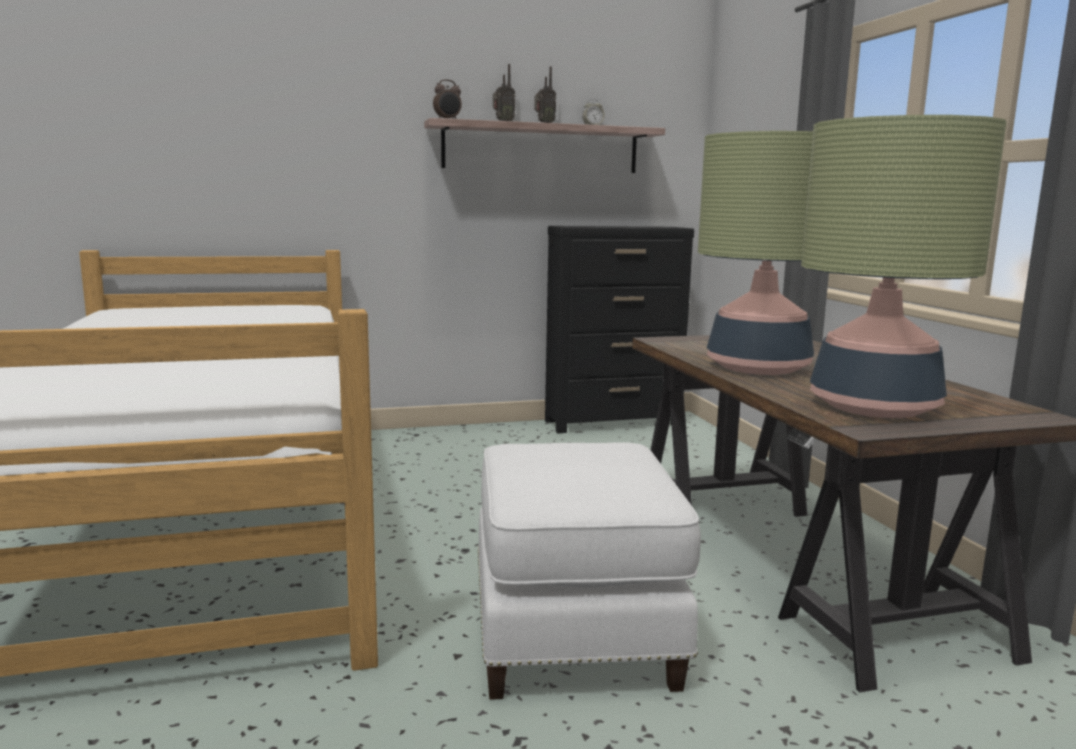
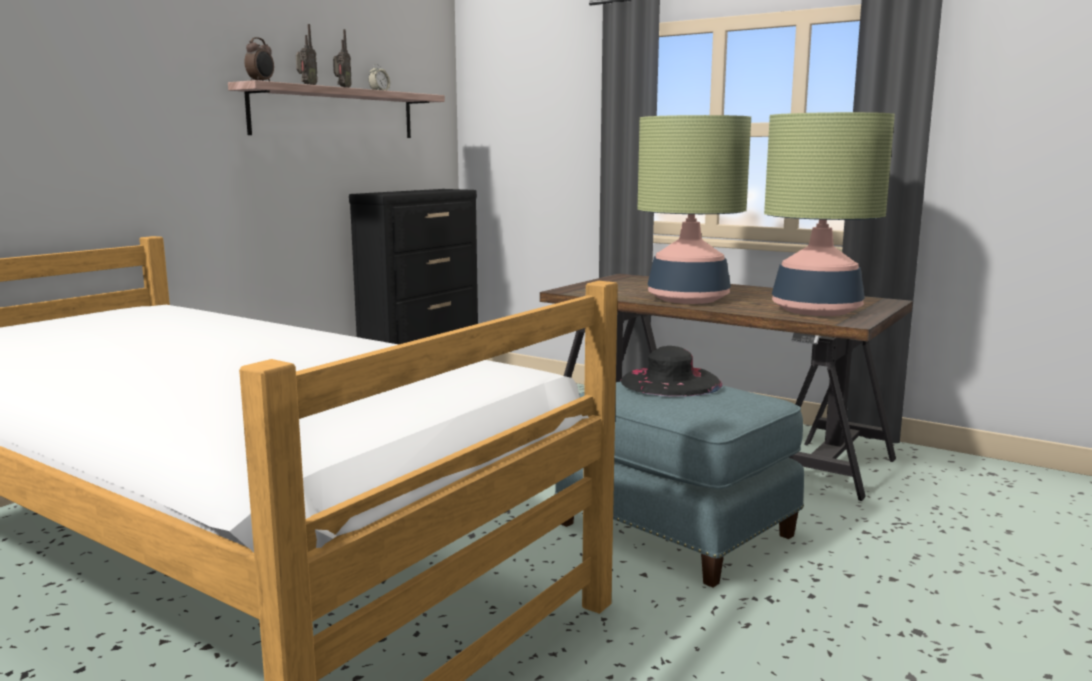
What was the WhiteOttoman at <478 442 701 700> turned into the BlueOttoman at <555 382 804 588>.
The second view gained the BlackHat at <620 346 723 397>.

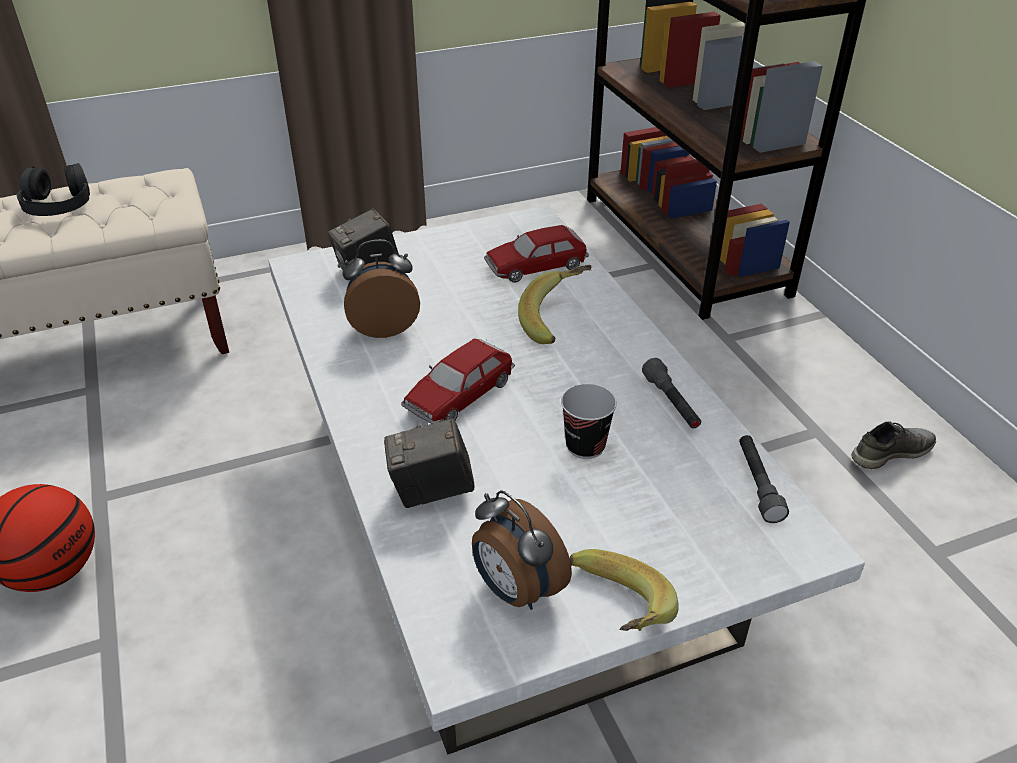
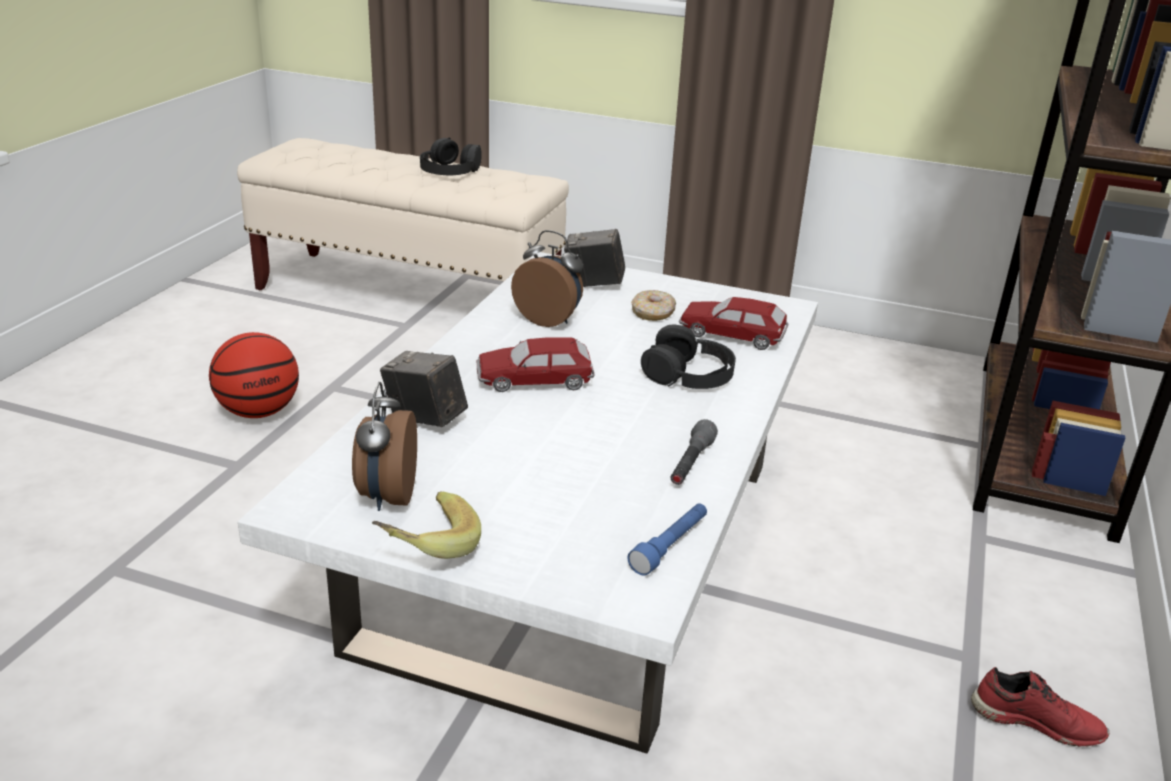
Where the Banana stood at <518 265 591 344>, the BlackHeadphones came to stand at <641 325 736 389>.
The second view lost the Cup at <561 384 617 459>.
What was the GreyFlashlight at <739 435 789 523> turned into the BlueFlashlight at <628 503 707 575>.
What was the GreyShoe at <851 421 936 469> turned into the RedShoe at <971 667 1109 747>.
The second view gained the Donut at <631 290 676 321>.

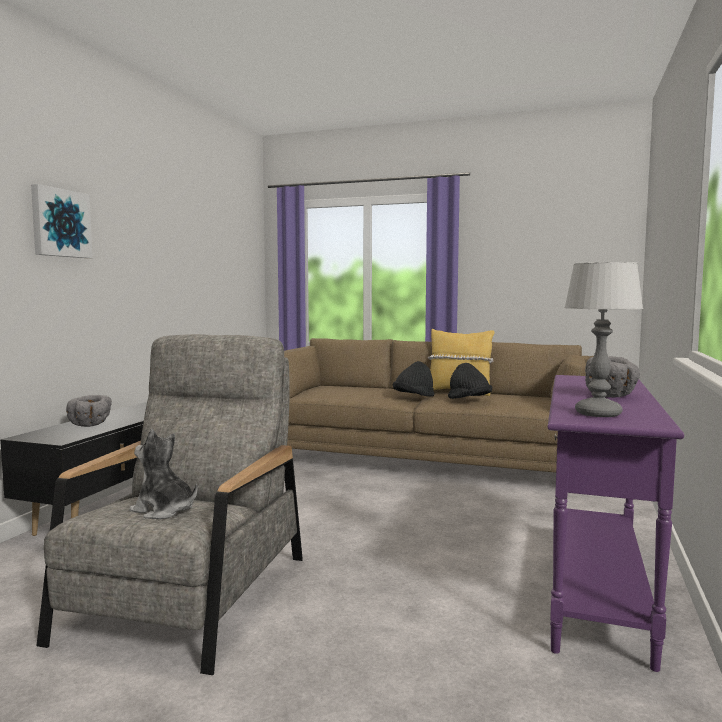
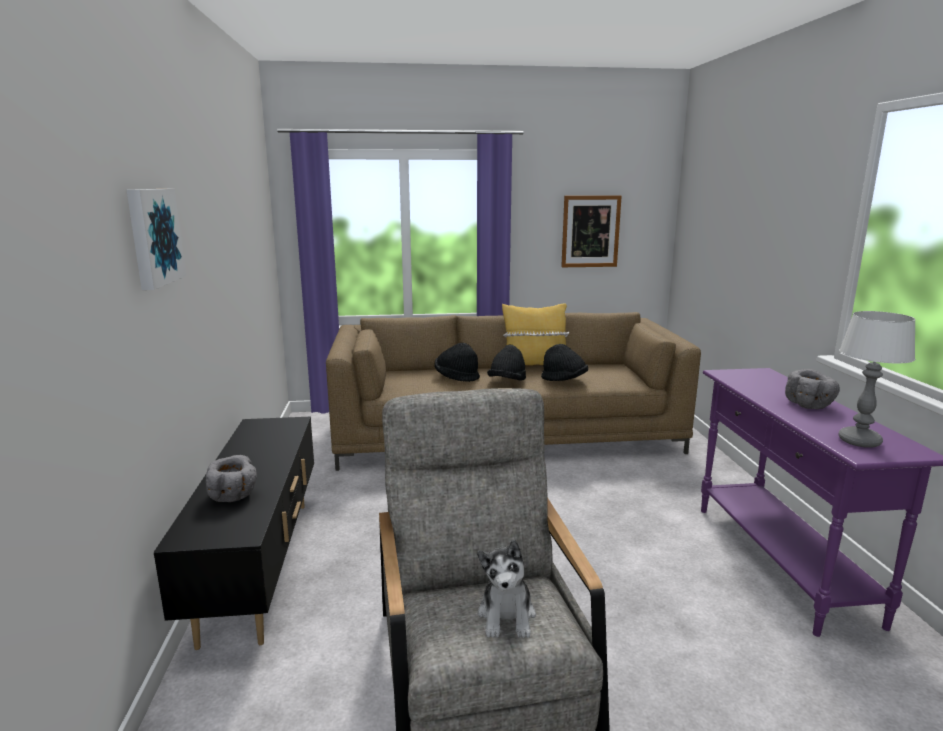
The PlushToy at <129 429 198 519> ended up facing another way, 90 degrees counterclockwise from before.
The second view gained the BlackHat at <434 343 480 382>.
The second view gained the Picture at <561 195 622 267>.

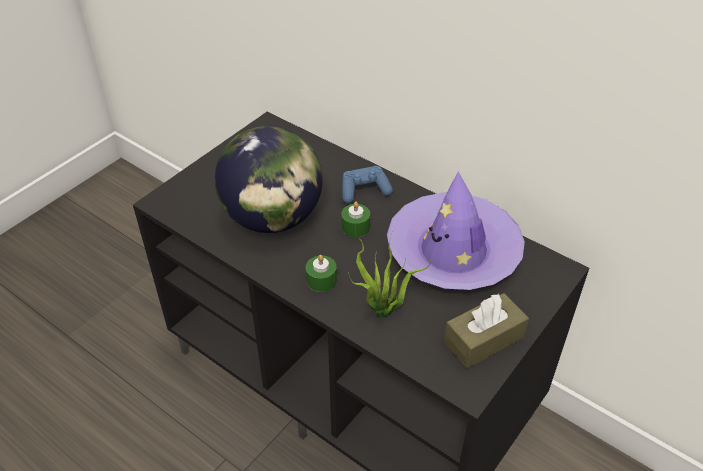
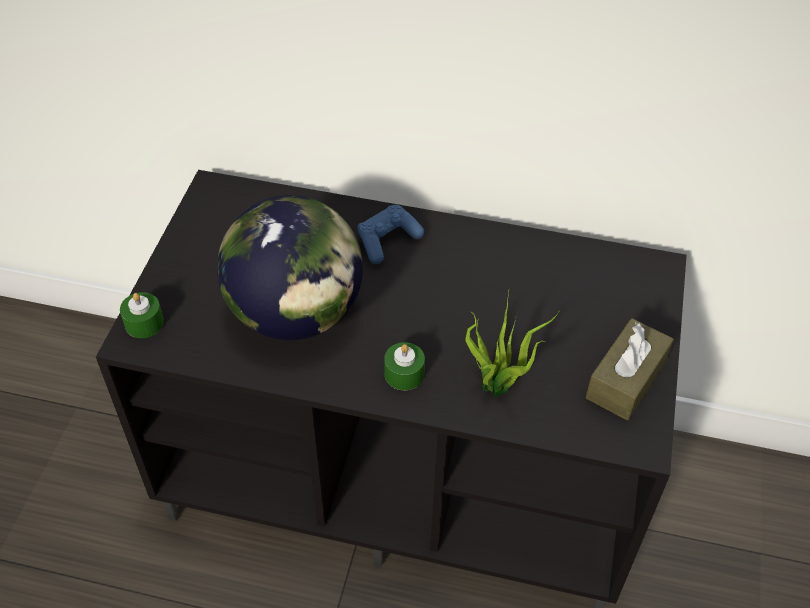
The GreenCandle ended up elsewhere, having gone from <341 202 370 237> to <120 292 164 338>.
The second view lost the PurpleHat at <387 172 525 290>.

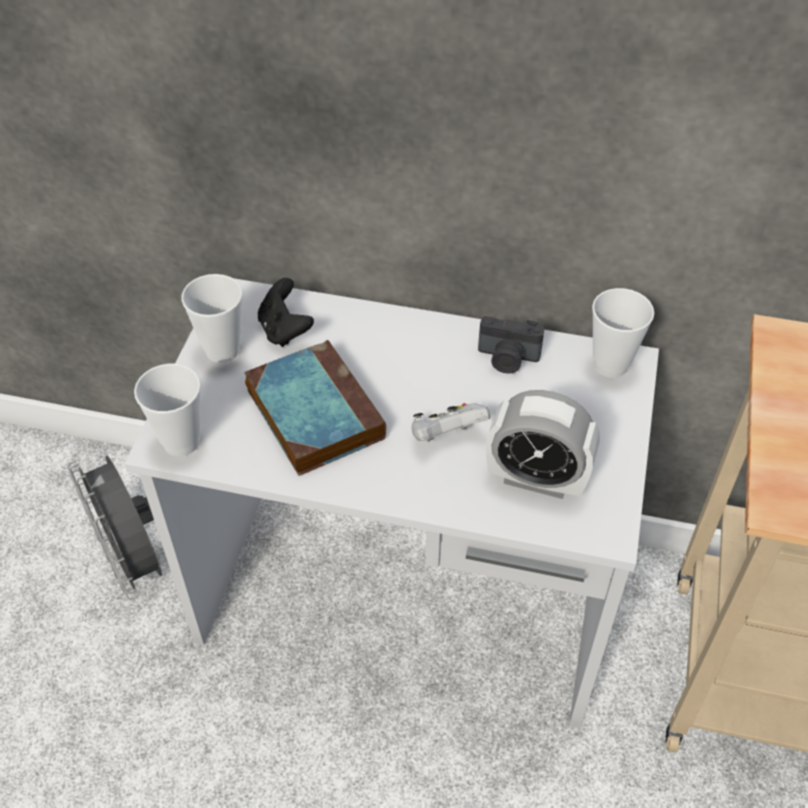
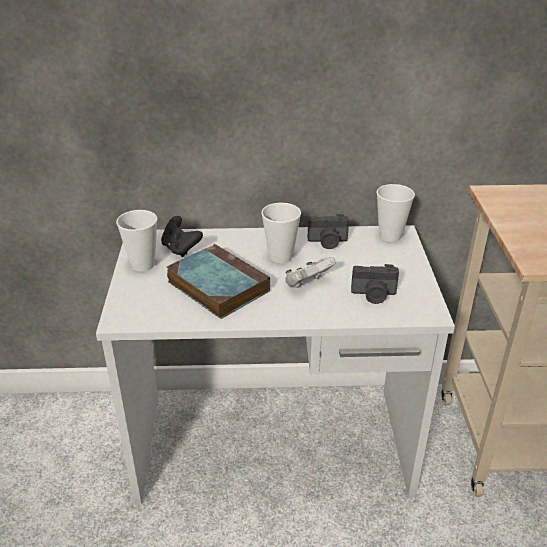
The second view lost the GreyFan at <67 455 162 600>.
The Cup ended up elsewhere, having gone from <134 364 201 456> to <261 203 301 263>.
Where the AlarmClock stood at <486 390 600 499>, the PhotoCamera came to stand at <351 264 399 304>.

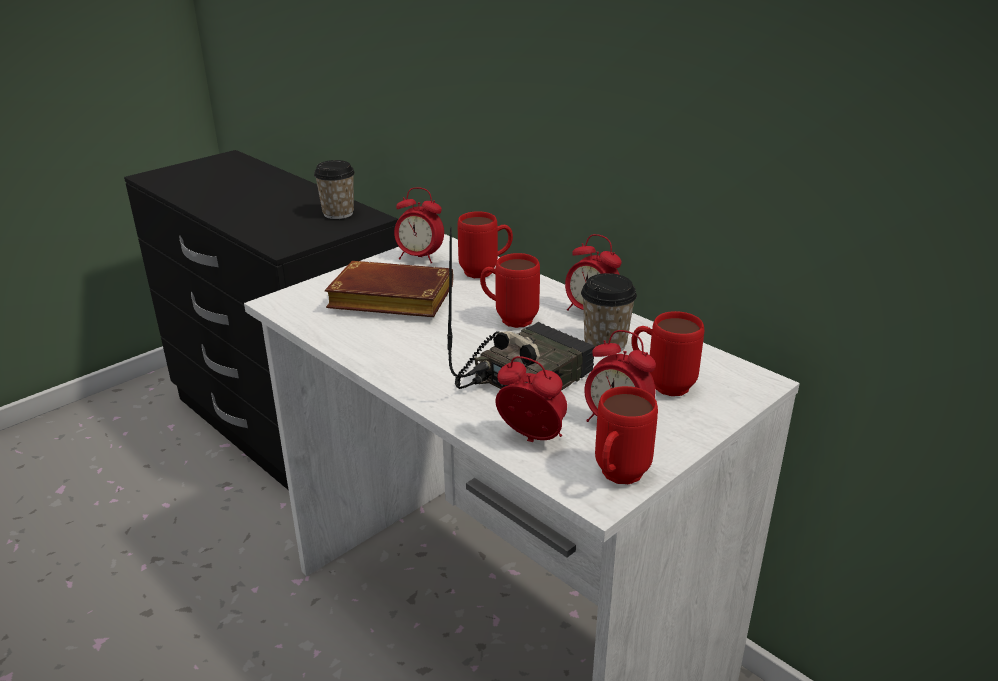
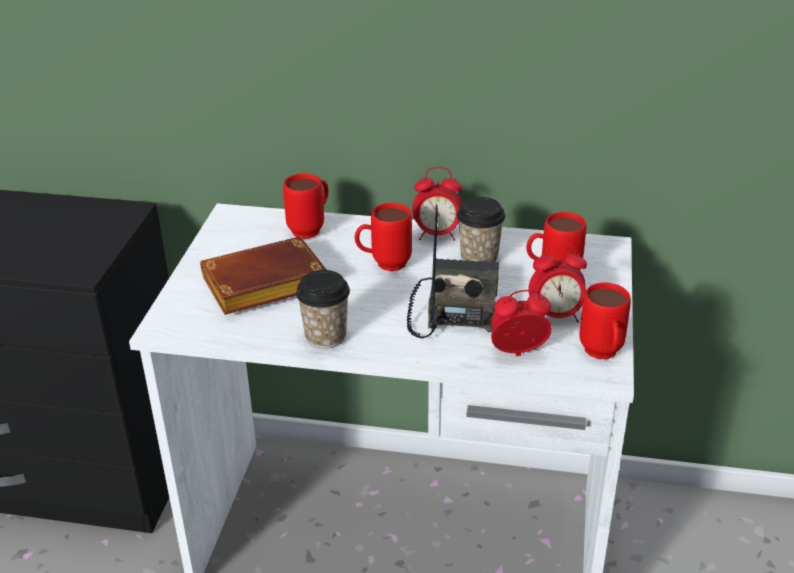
The Cup ended up elsewhere, having gone from <314 160 355 219> to <296 270 350 349>.
The second view lost the AlarmClock at <394 187 444 263>.

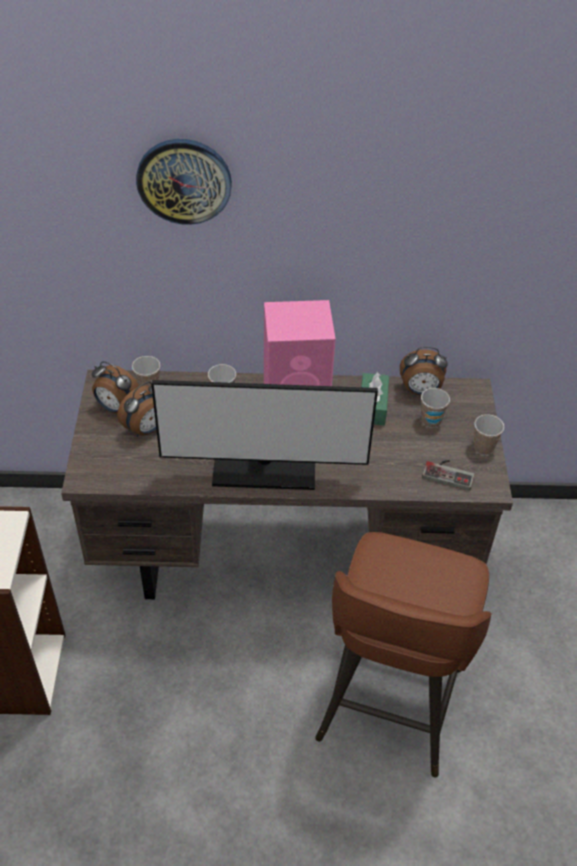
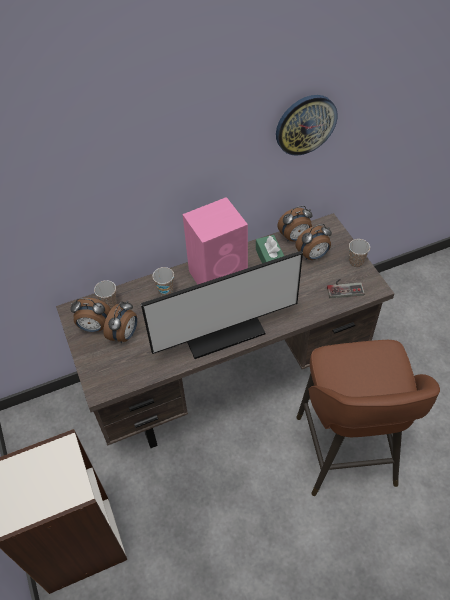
The WallClock ended up elsewhere, having gone from <136 139 232 225> to <276 95 338 156>.
Where the Cup stood at <421 388 450 428>, the AlarmClock came to stand at <295 224 332 260>.

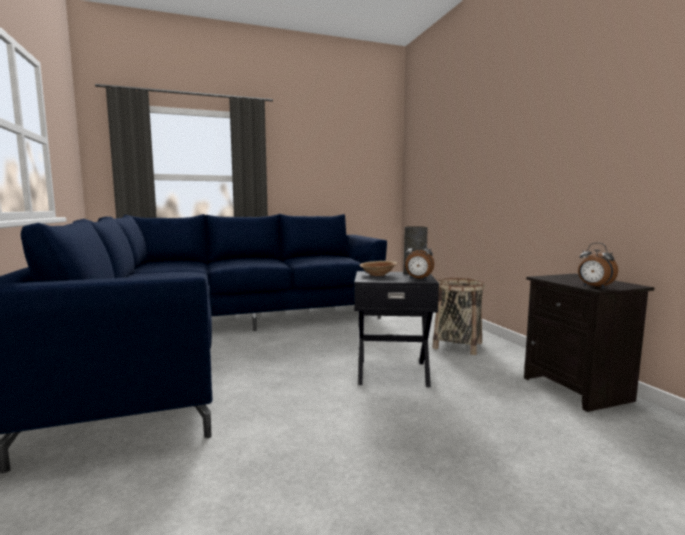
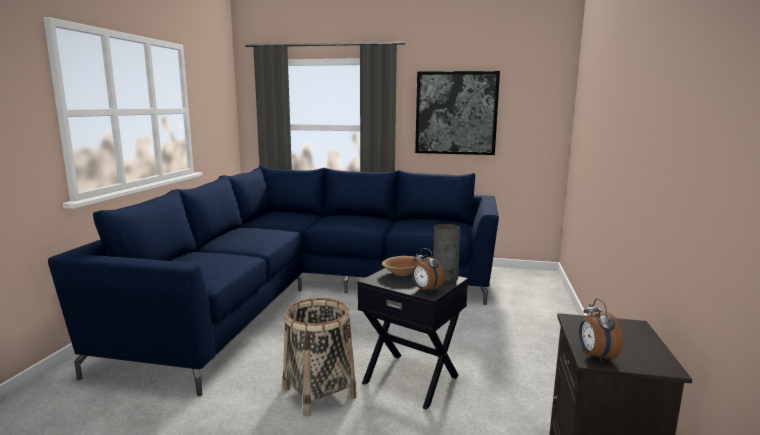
The Basket ended up elsewhere, having gone from <432 278 485 355> to <283 298 357 416>.
The second view gained the Picture at <415 71 500 155>.

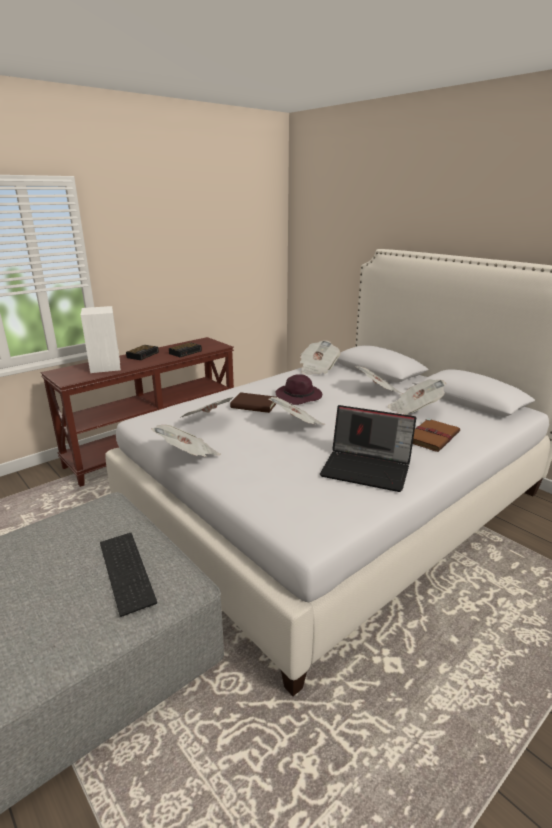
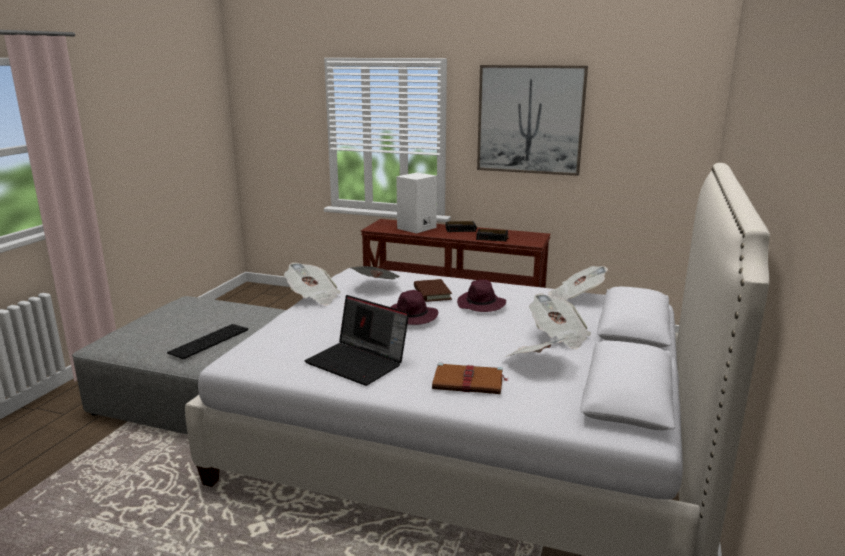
Where the Newspaper stood at <269 397 325 425>, the PurpleHat came to stand at <391 290 438 325>.
The Laptop at <320 405 416 492> ended up facing another way, 45 degrees counterclockwise from before.
The second view gained the Picture at <477 65 588 176>.

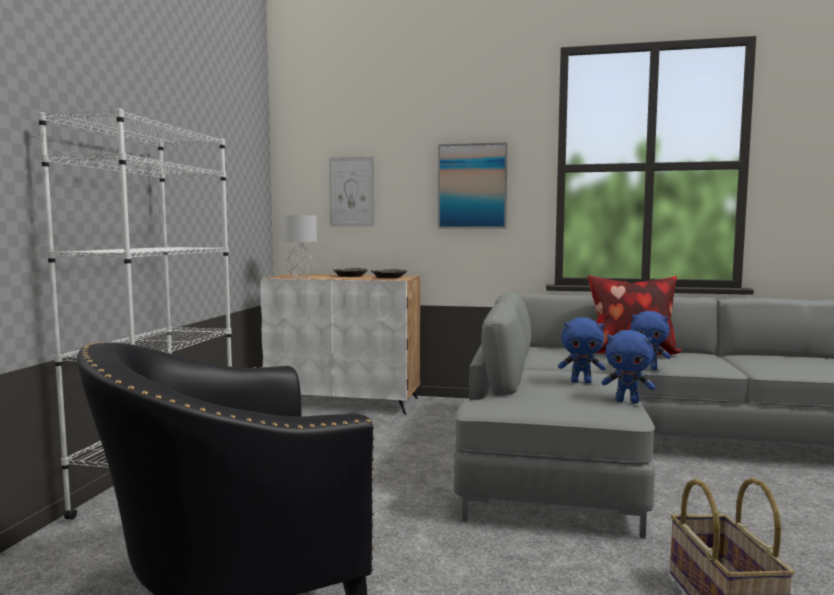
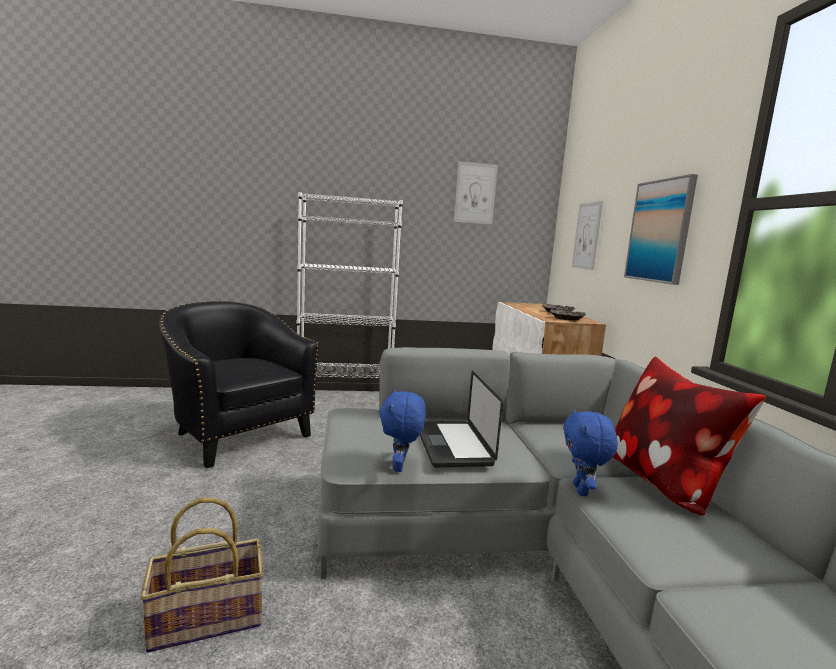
The second view lost the GreyTableLamp at <282 215 317 278>.
Where the BluePlushToy stood at <558 318 606 383>, the Laptop came to stand at <420 371 503 467>.
The second view gained the Picture at <454 161 498 225>.

